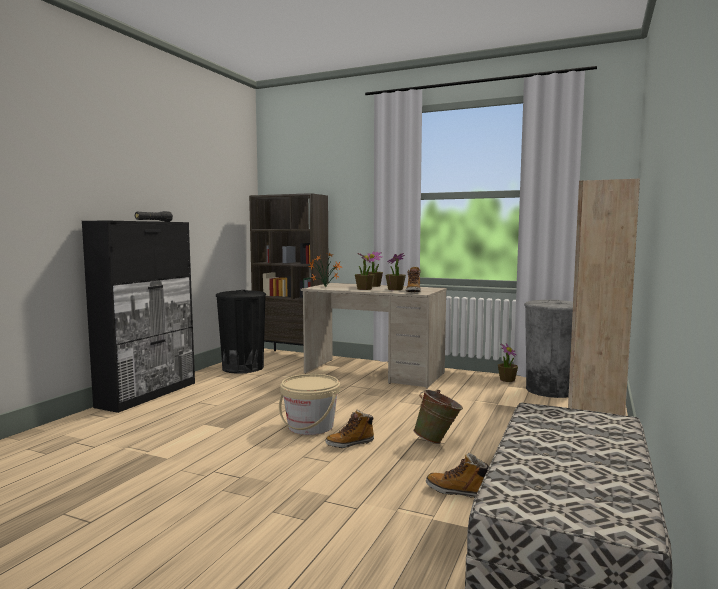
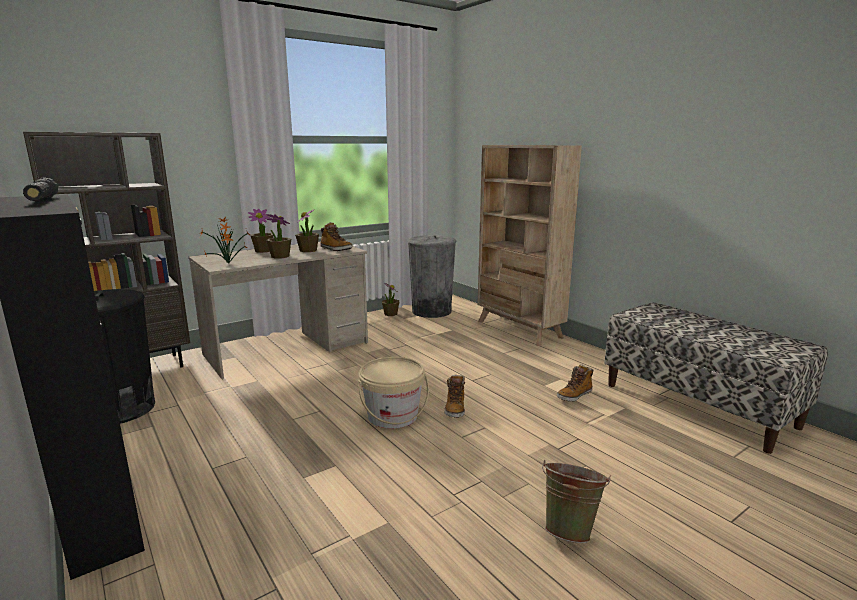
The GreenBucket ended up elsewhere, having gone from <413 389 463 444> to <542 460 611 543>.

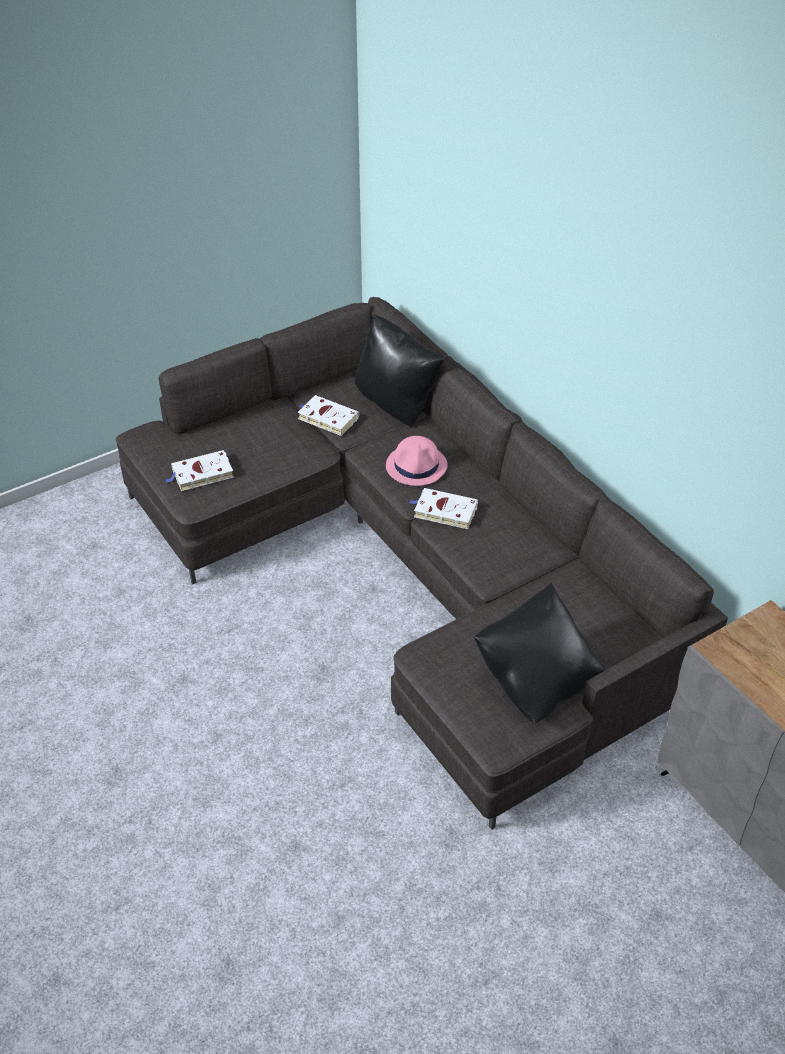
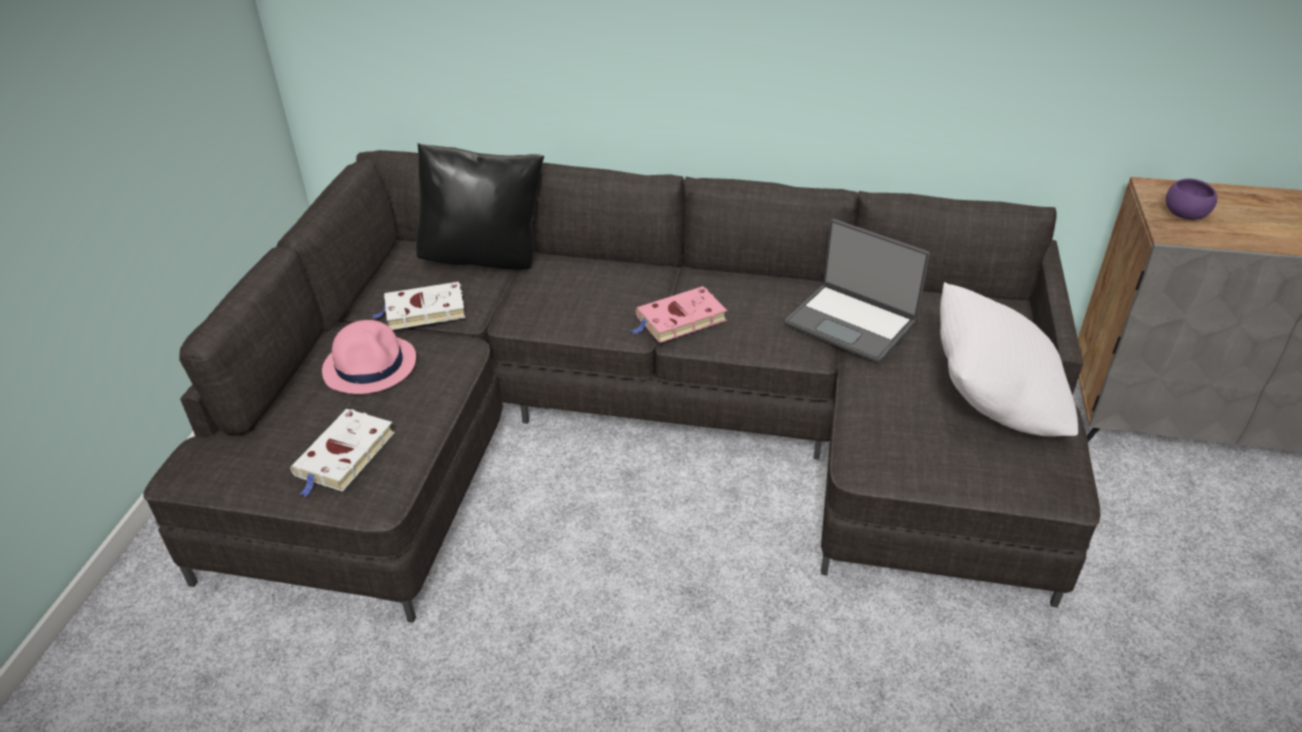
The PinkHat ended up elsewhere, having gone from <386 436 448 486> to <322 320 416 394>.
What was the WhiteBook at <409 488 478 529> turned into the PinkBook at <631 286 727 343>.
What was the BlackPillow at <474 583 607 724> turned into the WhitePillow at <940 282 1078 436>.
The second view gained the Laptop at <785 219 930 363>.
The second view gained the PurpleBowl at <1166 178 1217 220>.

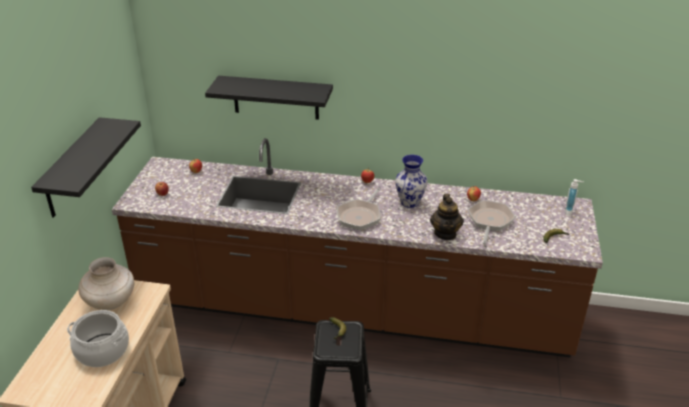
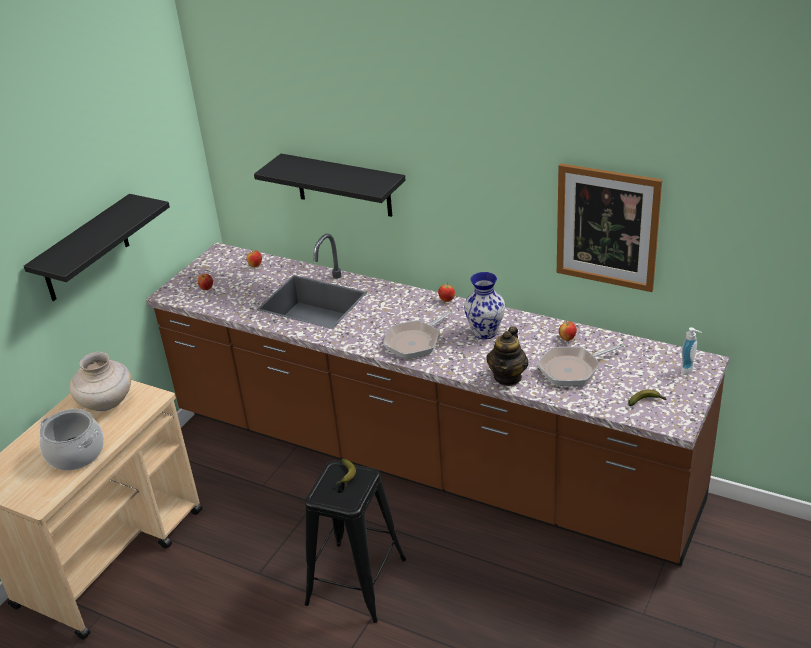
The FryingPan at <468 200 516 245> ended up facing another way, 150 degrees counterclockwise from before.
The second view gained the Picture at <557 163 662 292>.

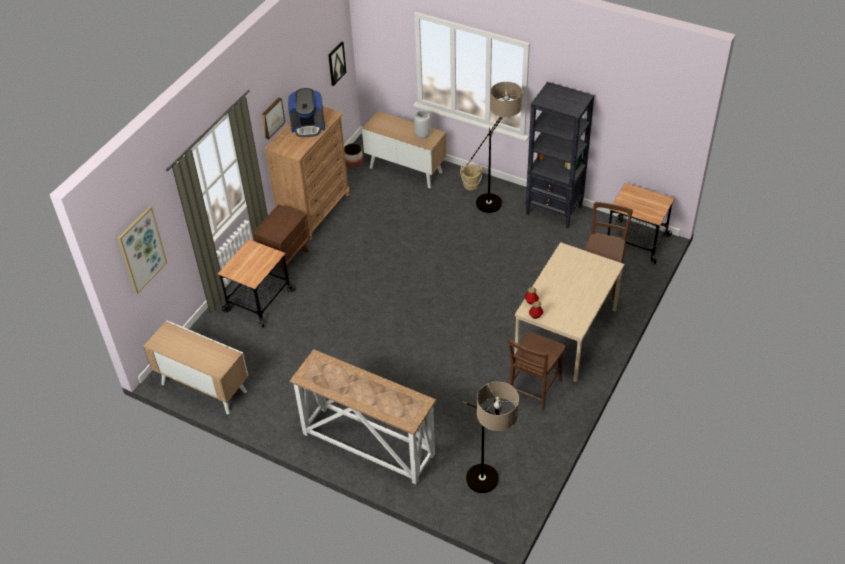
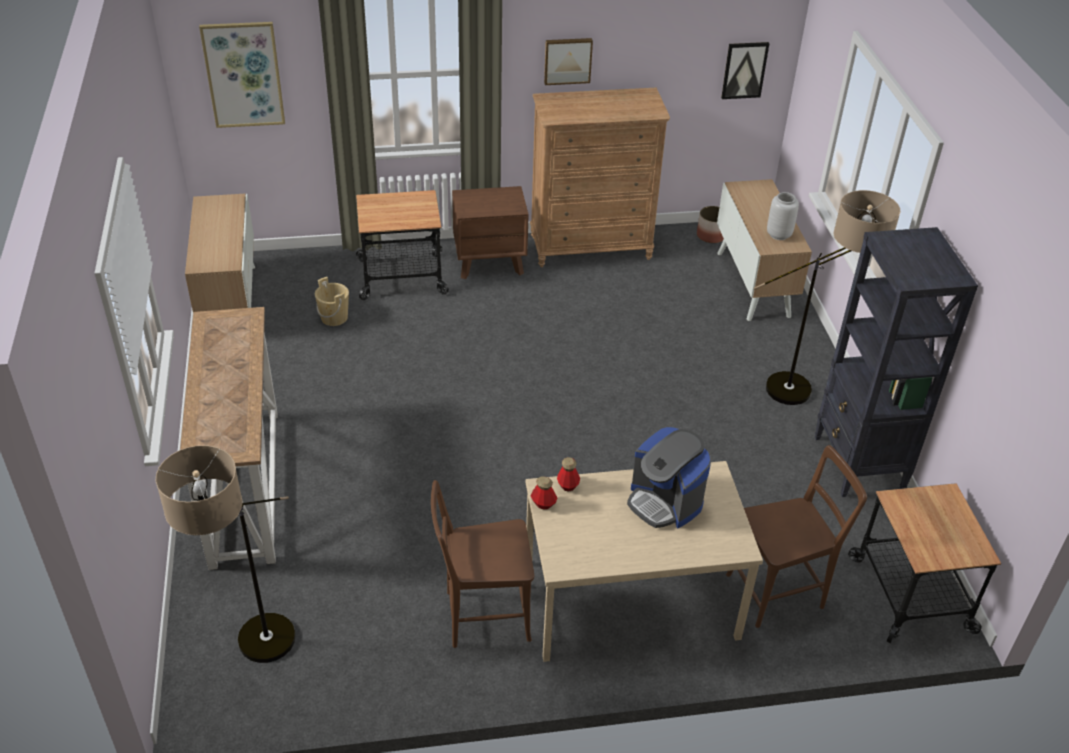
The CoffeeMachine ended up elsewhere, having gone from <288 88 325 137> to <627 427 711 528>.
The BeigeBucket ended up elsewhere, having gone from <460 164 483 190> to <315 277 349 326>.

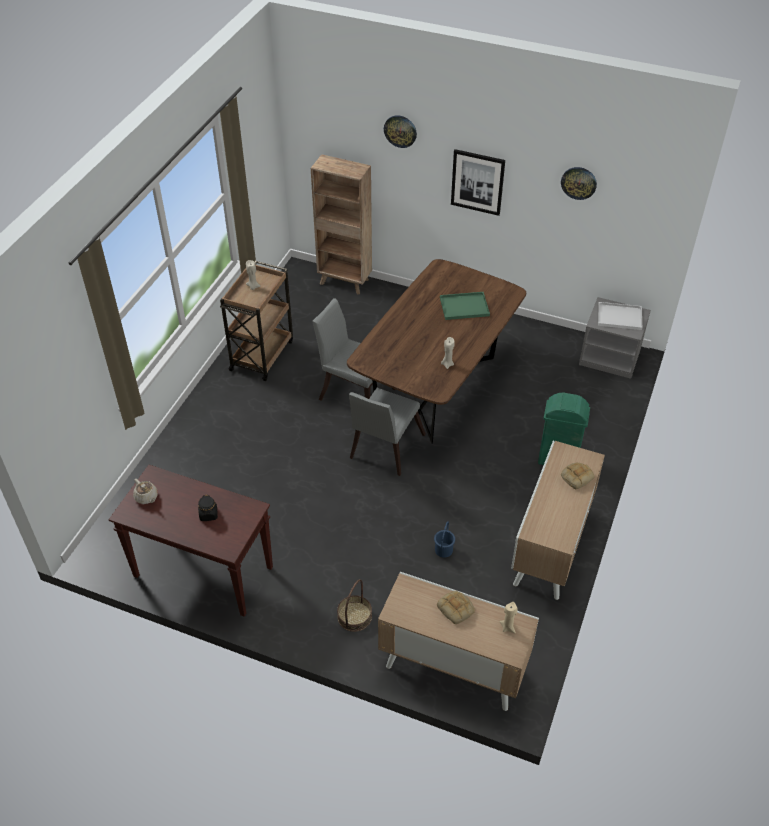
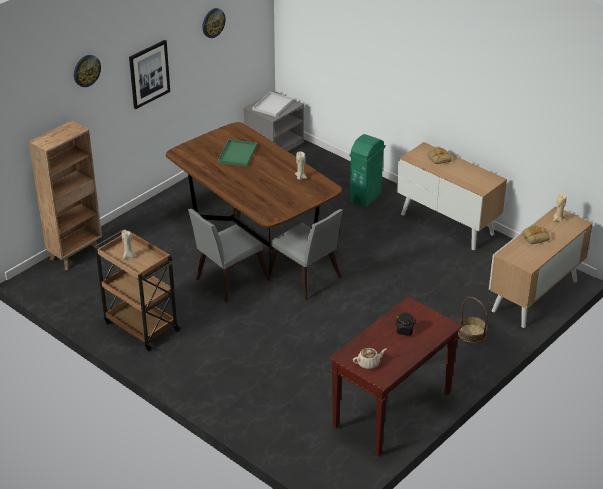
The second view lost the BlueBucket at <434 521 455 558>.

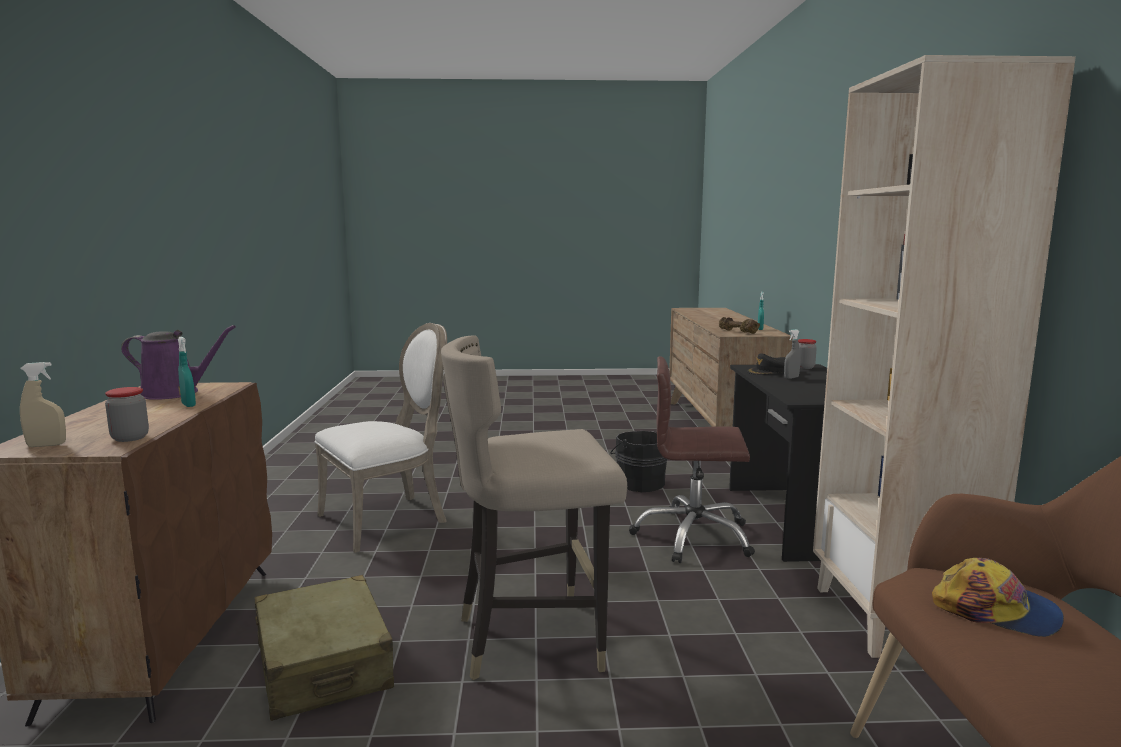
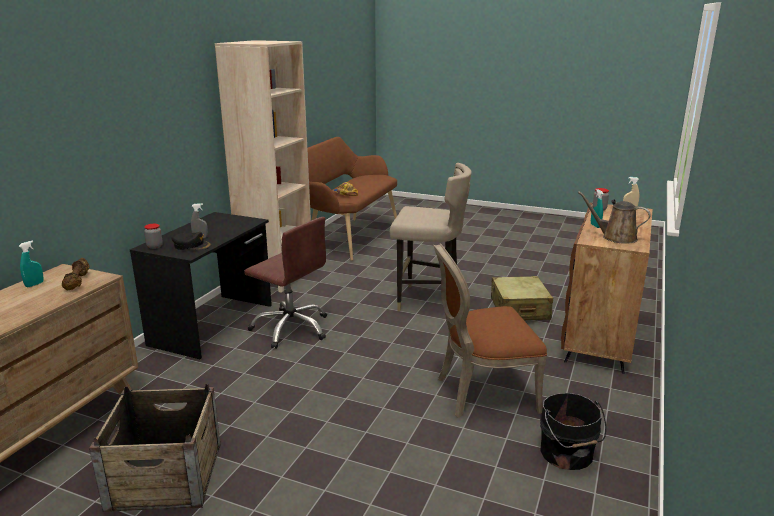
What was the PurpleWateringCan at <121 325 236 400> turned into the BrownWateringCan at <578 191 651 244>.
What was the WhiteChair at <315 323 447 553> turned into the BrownChair at <434 243 547 418>.
The BlackBucket ended up elsewhere, having gone from <610 431 668 492> to <540 393 606 470>.
The second view gained the Crate at <89 384 220 512>.

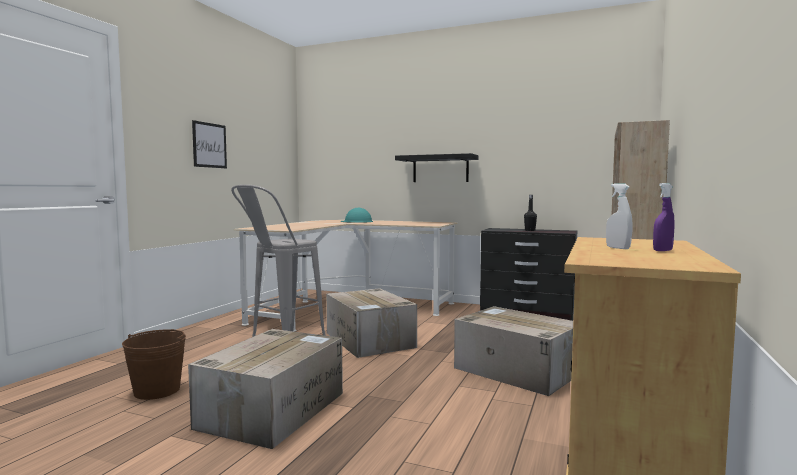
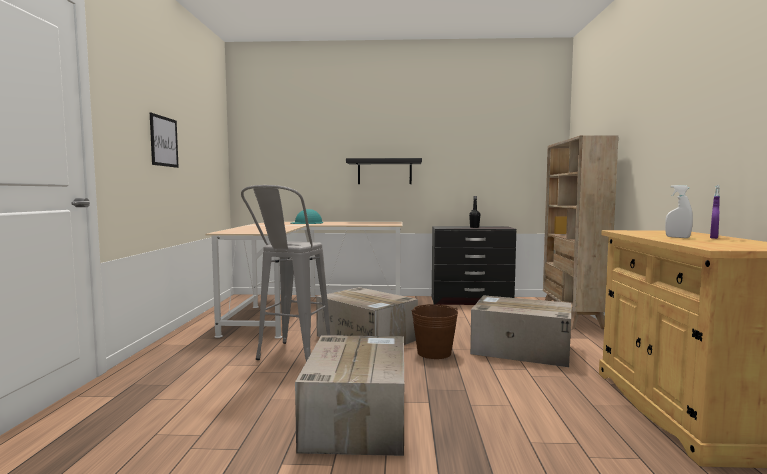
The BrownBucket ended up elsewhere, having gone from <122 329 186 400> to <411 304 458 359>.

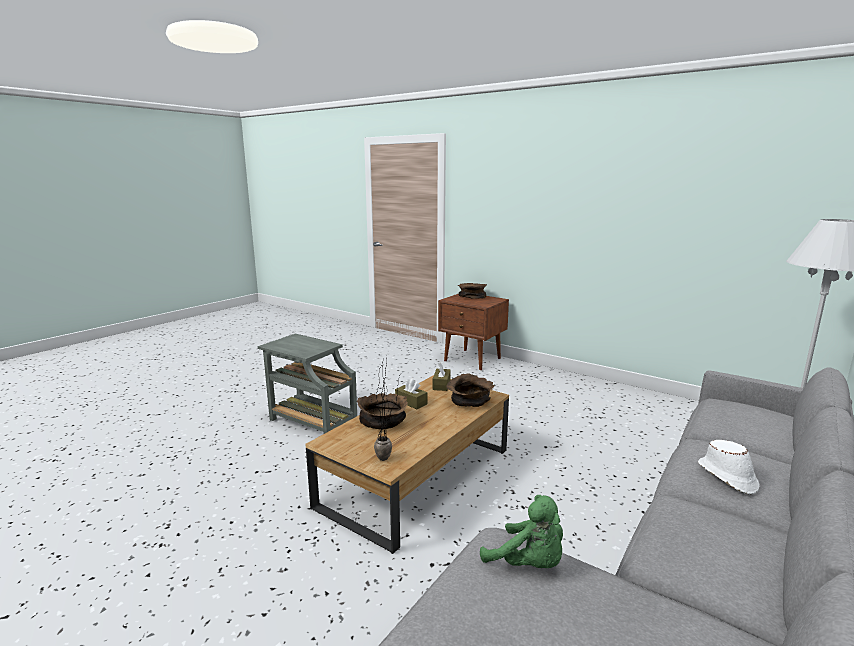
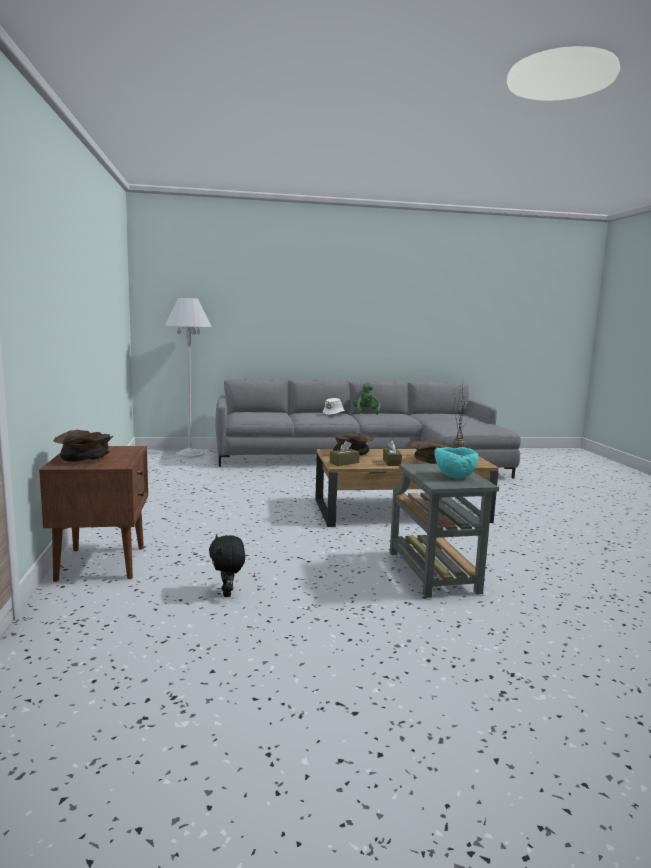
The GreenPlushToy ended up elsewhere, having gone from <480 495 563 568> to <353 382 381 415>.
The second view gained the BlackPlushToy at <209 535 245 597>.
The second view gained the TurquoiseBowl at <434 447 478 478>.

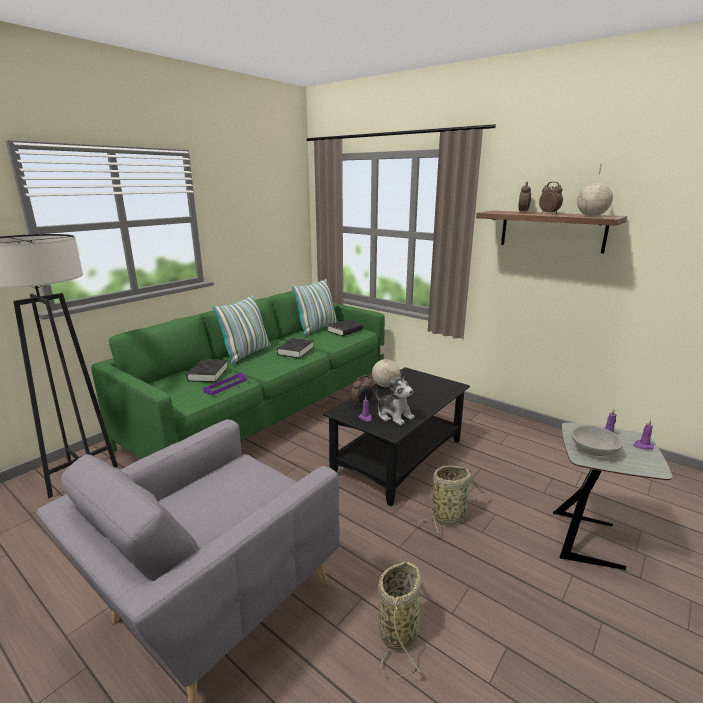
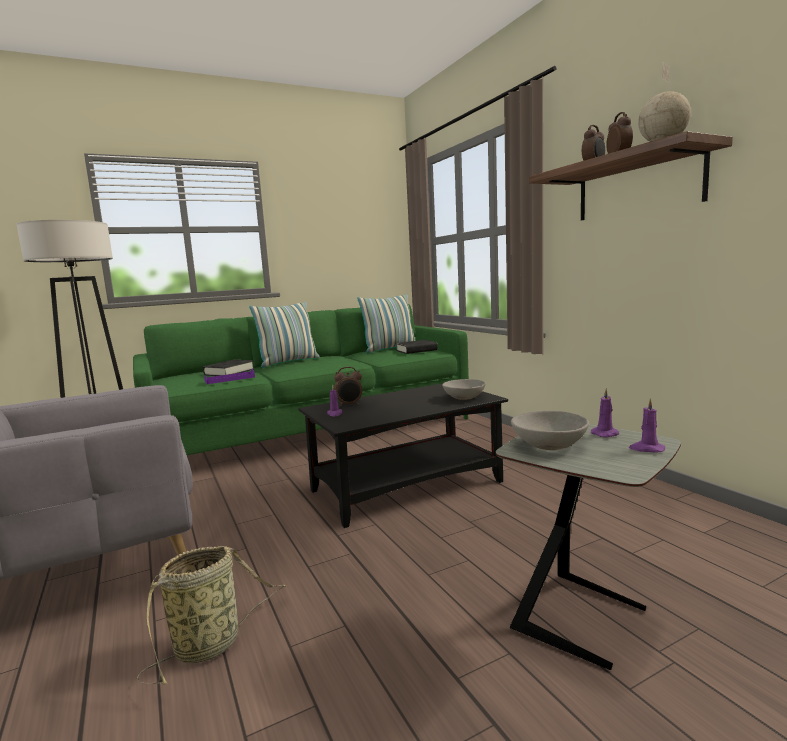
The second view lost the BlackBook at <276 338 314 358>.
The second view lost the Globe at <372 345 400 387>.
The second view lost the PlushToy at <376 371 415 425>.
The second view lost the Basket at <418 465 490 533>.
The second view gained the GreyBowl at <442 379 486 400>.

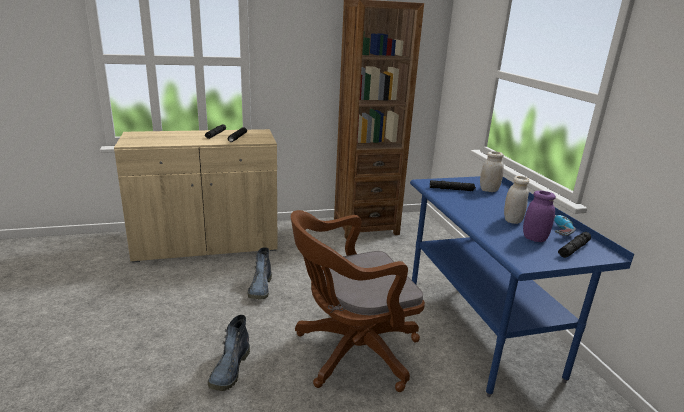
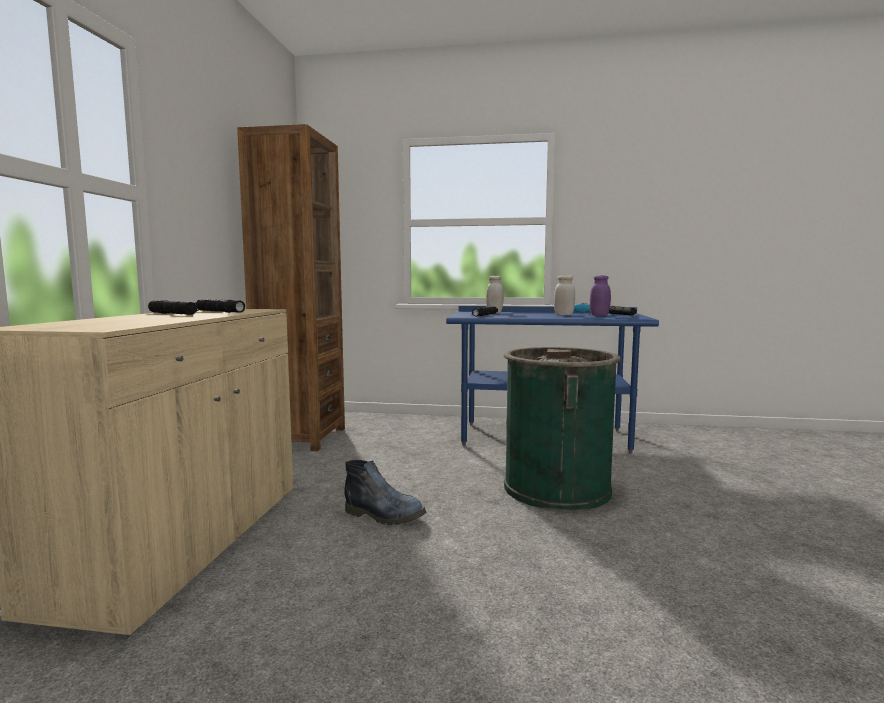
The second view lost the Boot at <208 315 250 391>.
Where the BrownOfficeChair stood at <291 210 425 392>, the GreenTrashCan came to stand at <504 347 621 511>.

